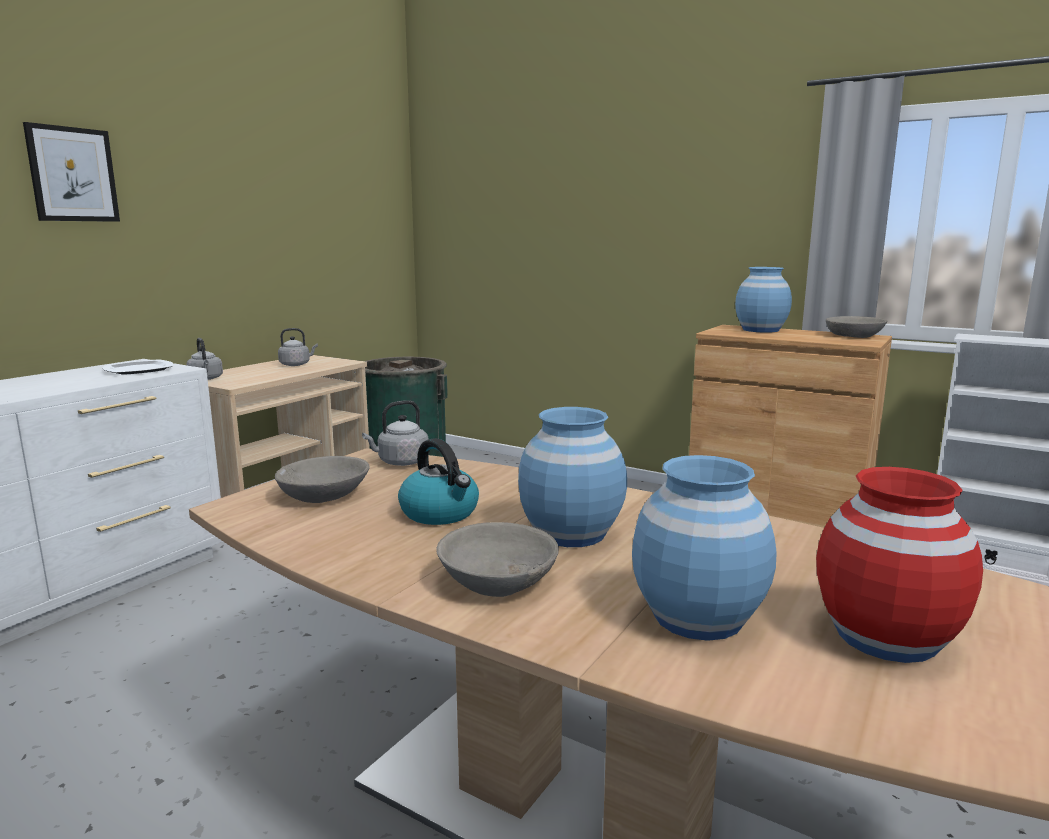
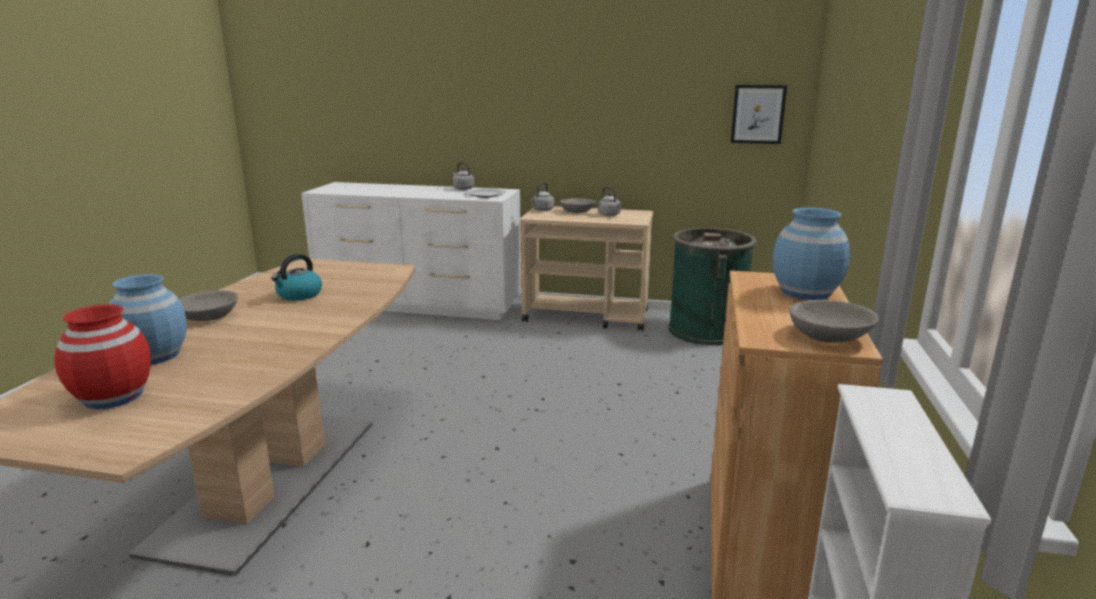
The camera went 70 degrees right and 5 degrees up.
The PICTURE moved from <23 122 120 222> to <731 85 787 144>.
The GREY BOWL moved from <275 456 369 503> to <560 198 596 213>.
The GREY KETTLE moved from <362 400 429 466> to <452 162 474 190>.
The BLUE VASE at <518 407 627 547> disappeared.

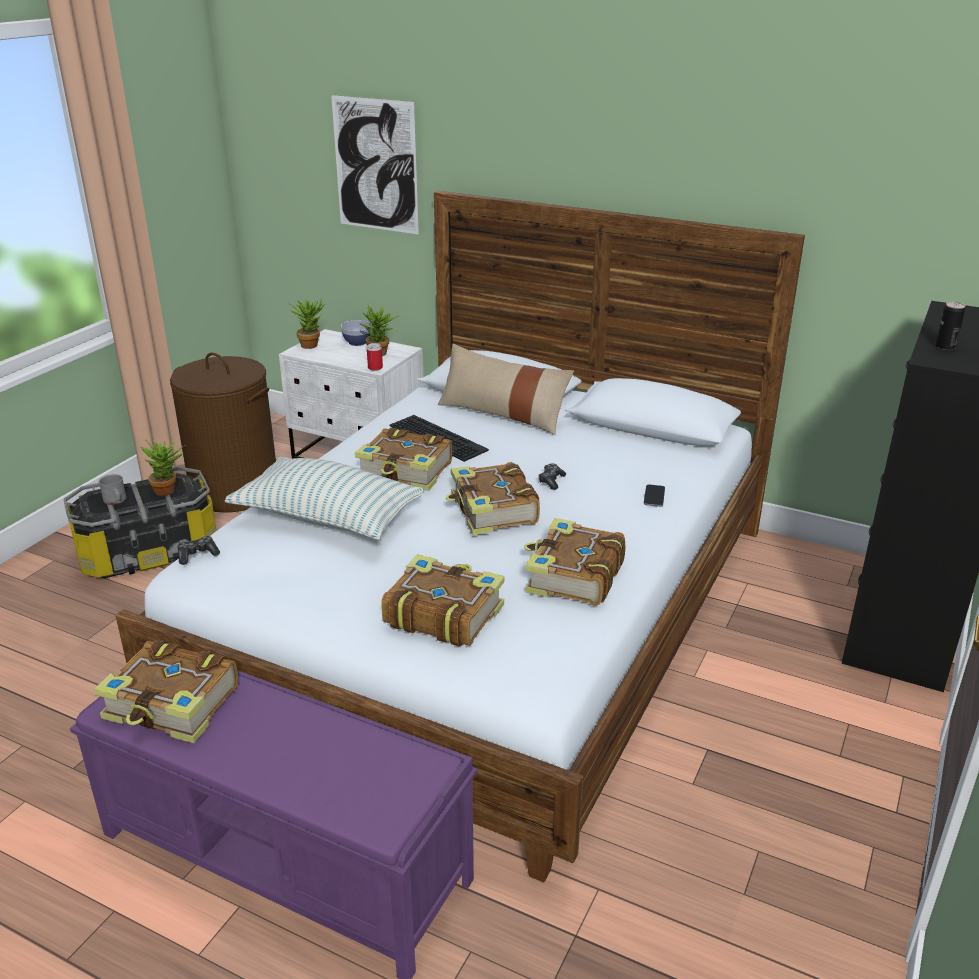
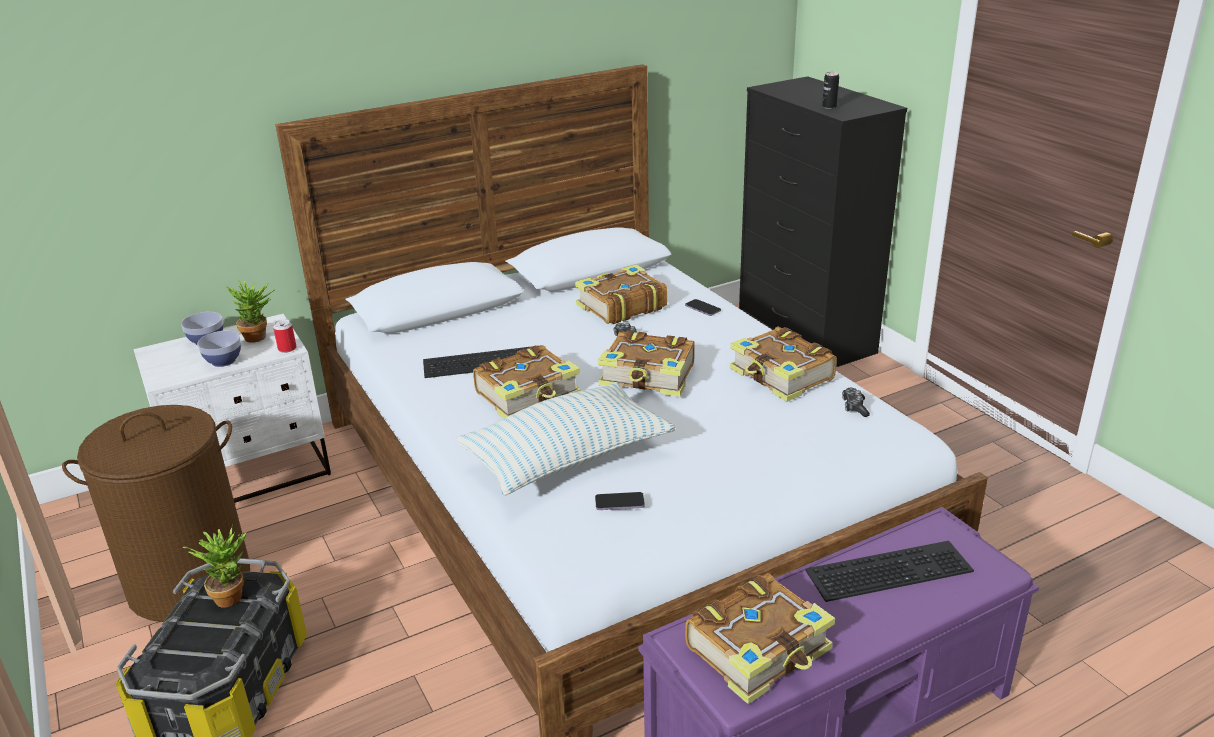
The camera went 55 degrees left and 0 degrees up.
The GREY MUG at <99 474 126 505> disappeared.
The GAME CONTROLLER moved from <178 536 220 565> to <842 388 870 417>.
The POTTED PLANT at <288 299 324 349> disappeared.
The PICTURE at <331 95 419 235> disappeared.
The BOOK moved from <381 554 505 646> to <575 264 668 324>.
The BEIGE PILLOW at <438 344 574 435> disappeared.
The BOWL at <197 331 241 367> appeared.
The PHONE at <595 492 645 510> appeared.
The KEYBOARD at <805 541 974 602> appeared.

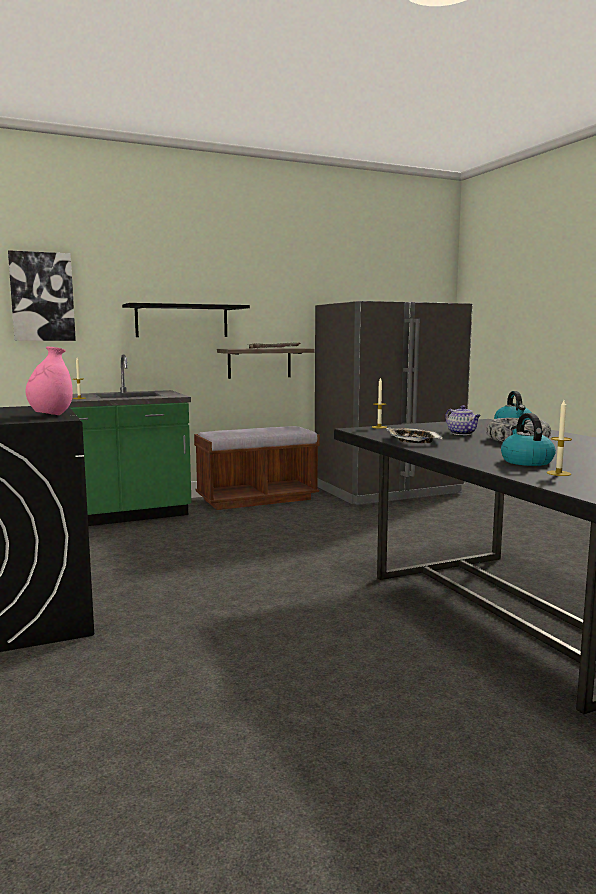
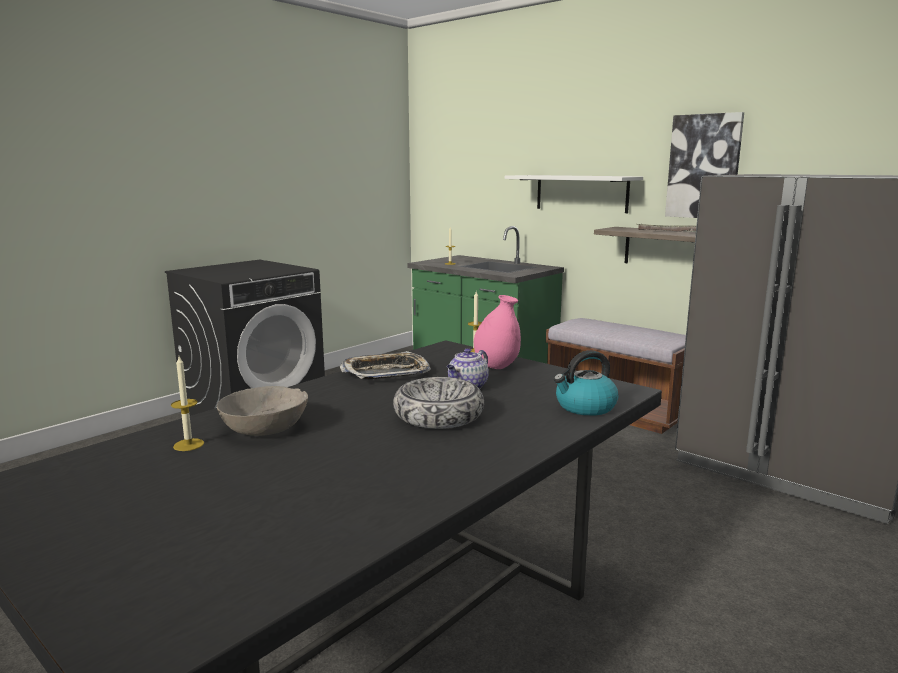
The camera went 65 degrees right and 5 degrees up.
The PICTURE moved from <8 250 76 341> to <665 112 744 218>.
The PINK VASE moved from <25 346 73 415> to <474 295 521 369>.
The BLACK SHELF at <122 303 250 337> became the WHITE SHELF at <505 175 643 213>.
The KETTLE at <501 413 556 466> was replaced by the GREY BOWL at <217 386 308 436>.

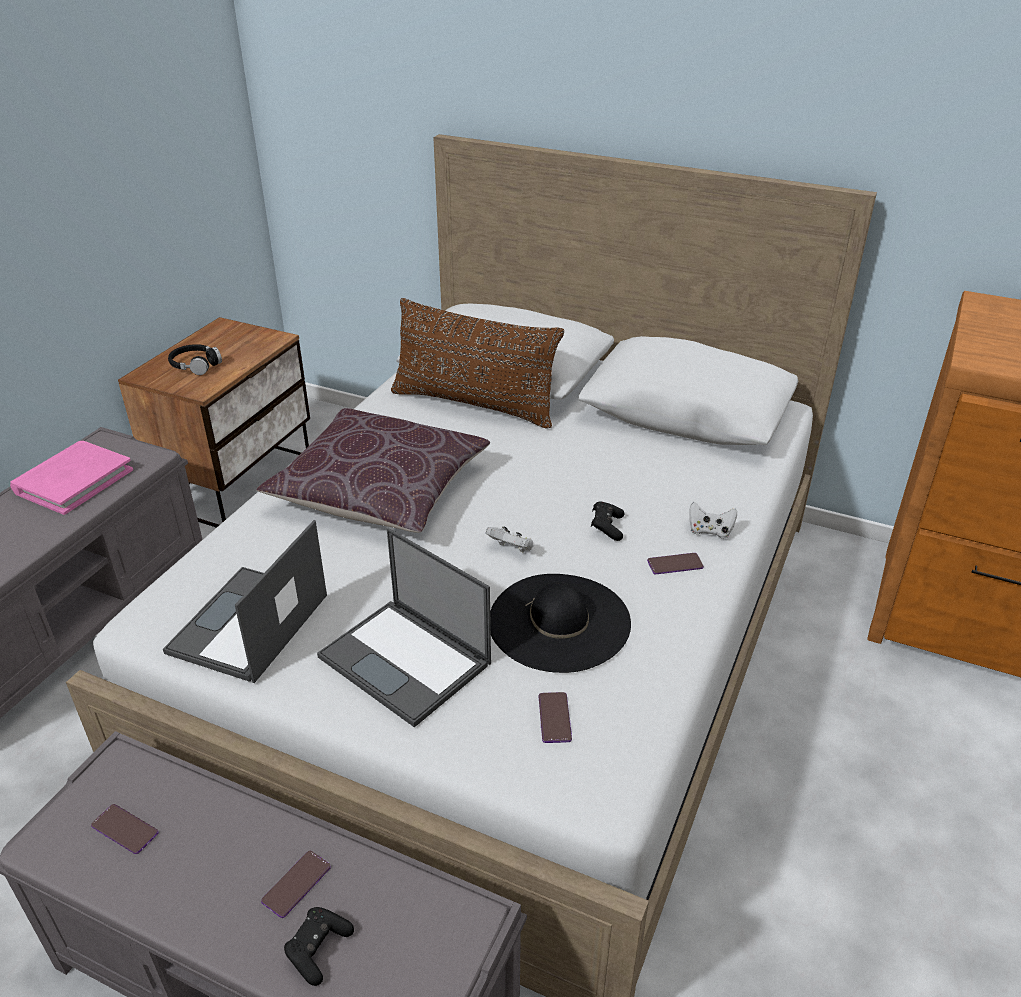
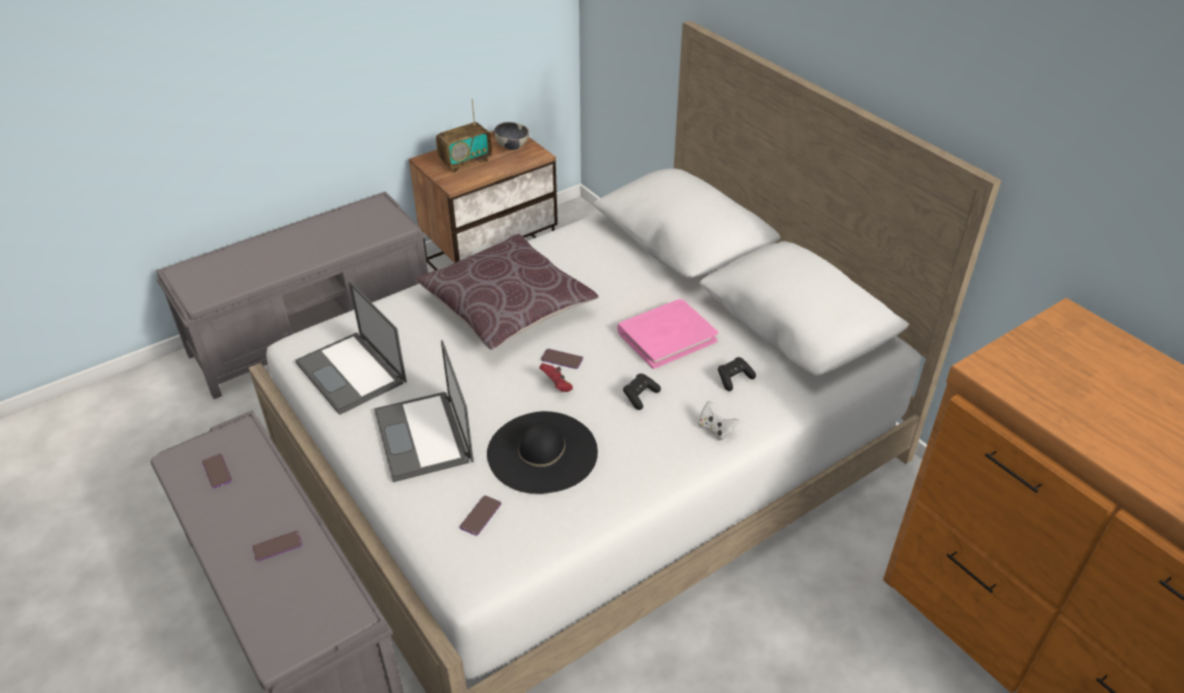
The camera went 30 degrees right and 5 degrees up.
The PINK BOOK moved from <10 441 133 515> to <617 299 718 369>.
The LAPTOP at <163 520 327 683> turned 90 degrees counterclockwise.
The BLACK HEADPHONES at <168 344 222 375> was replaced by the RADIO at <436 99 492 173>.
The BLACK GAME CONTROLLER moved from <284 907 354 986> to <718 357 756 391>.
The BROWN PILLOW at <391 298 564 429> disappeared.
The WHITE GAME CONTROLLER at <486 526 533 553> became the RED GAME CONTROLLER at <539 363 573 392>.
The PHONE moved from <647 553 704 574> to <541 349 583 369>.
The BOWL at <494 122 529 150> appeared.

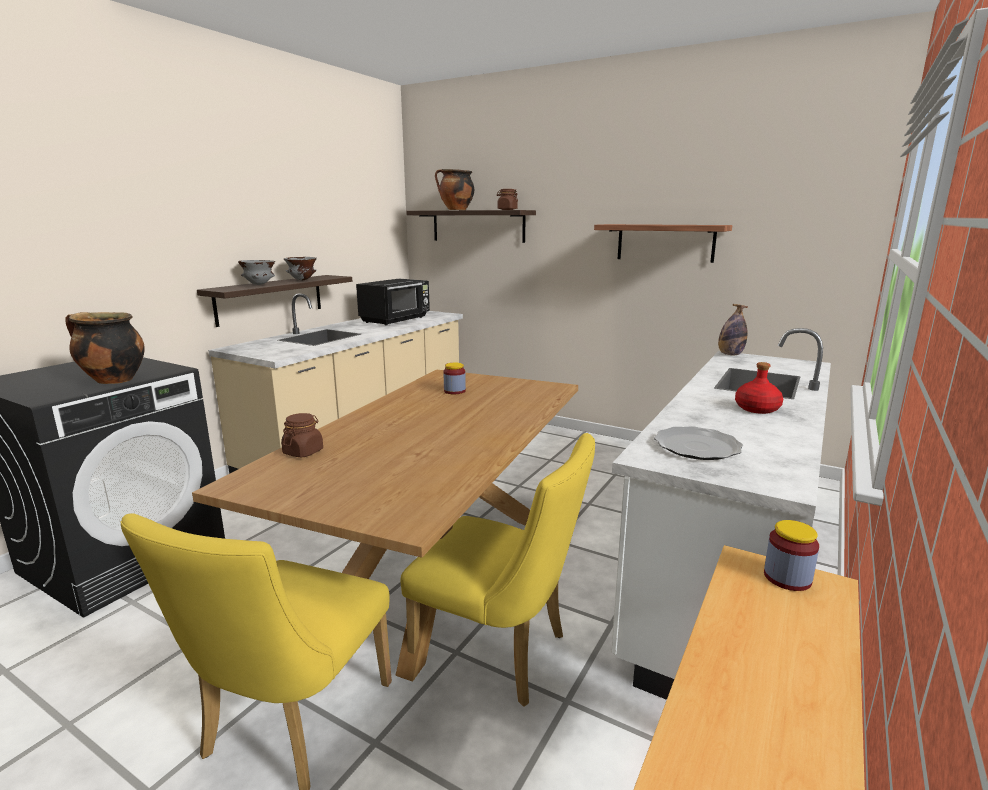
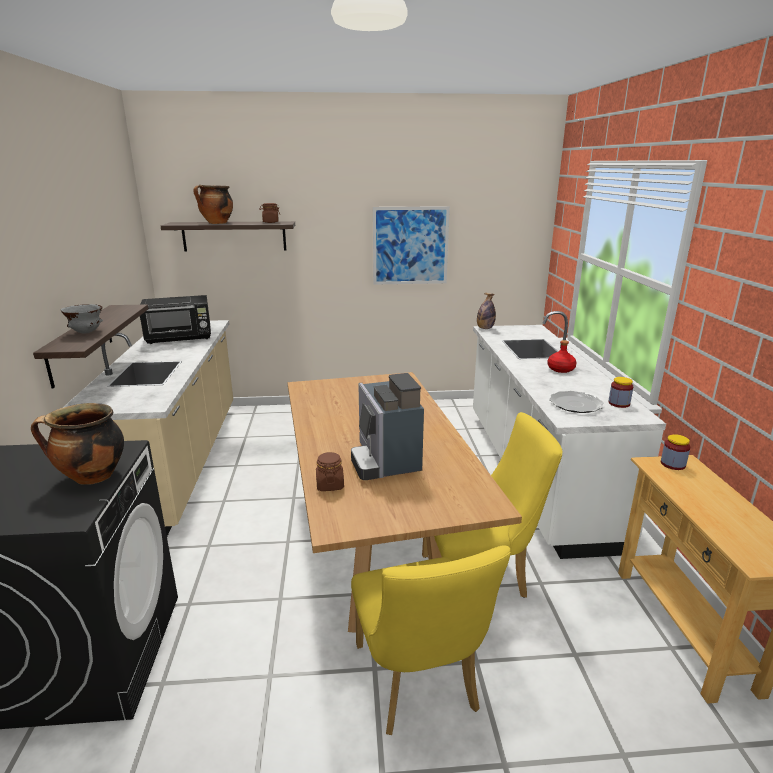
The camera went 35 degrees left and 5 degrees up.
The GREY BOWL at <284 257 317 280> disappeared.
The BLACK MICROWAVE at <356 279 430 325> turned 75 degrees clockwise.
The JAR moved from <443 363 466 394> to <608 377 633 408>.
The SHELF at <594 224 732 263> was replaced by the PICTURE at <373 206 450 285>.
The COFFEE MACHINE at <351 373 424 480> appeared.

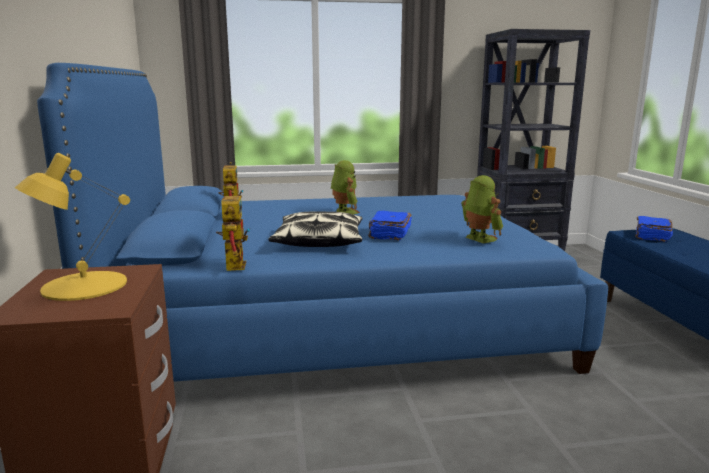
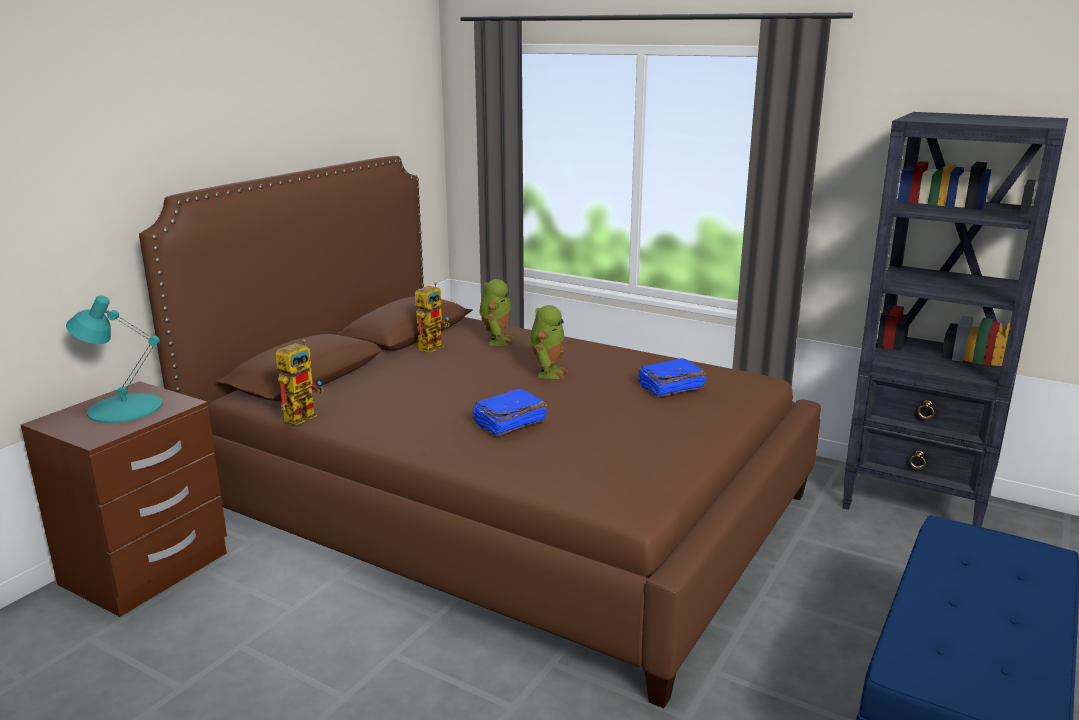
The camera went 40 degrees right and 5 degrees up.
The YELLOW TABLE LAMP at <15 153 130 301> became the TURQUOISE TABLE LAMP at <66 295 162 423>.
The BLUE BED at <37 63 608 382> became the BROWN BED at <139 156 821 708>.
The PILLOW at <268 212 363 247> disappeared.
The TOY ROBOT moved from <461 175 503 243> to <479 279 515 346>.
The BLUE BOOK moved from <636 216 673 242> to <638 358 706 398>.

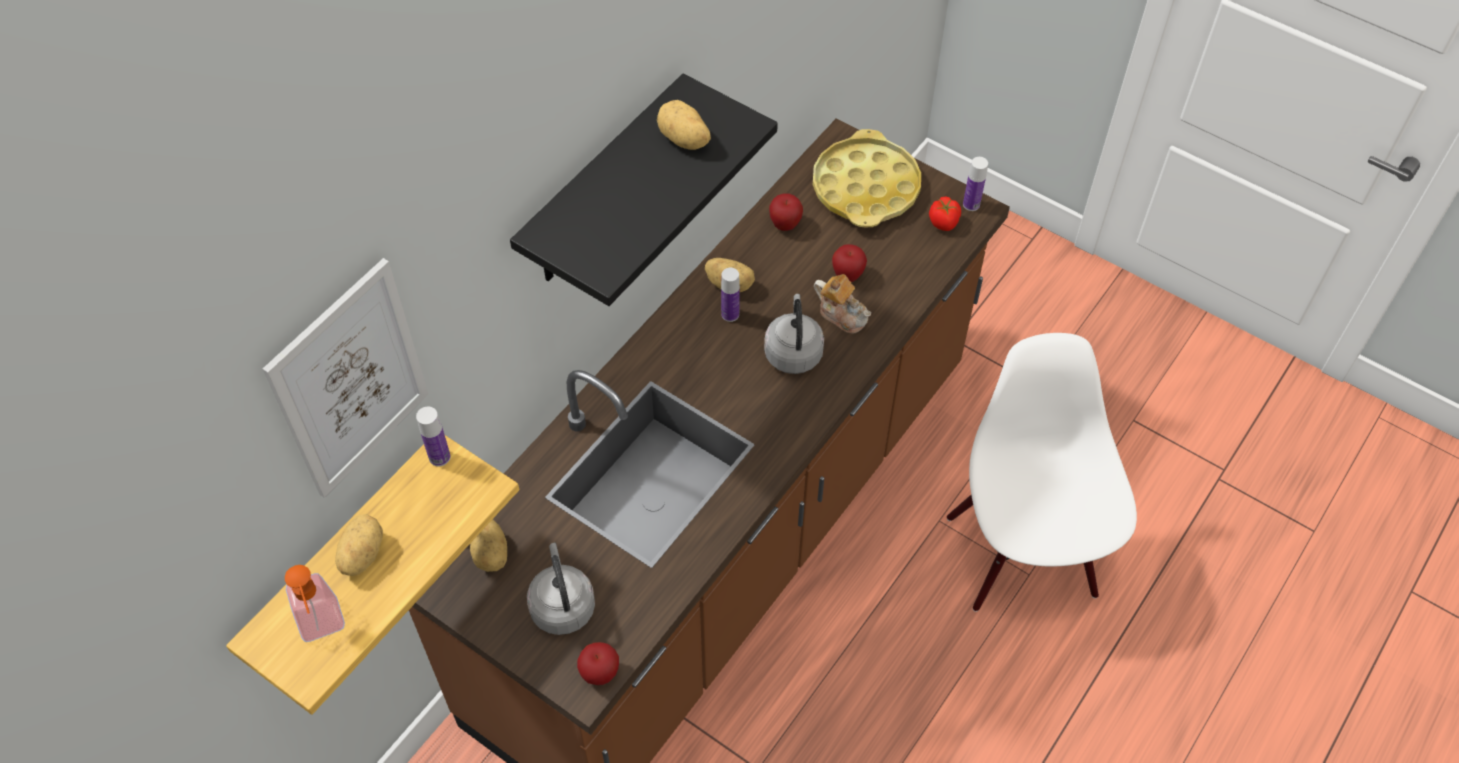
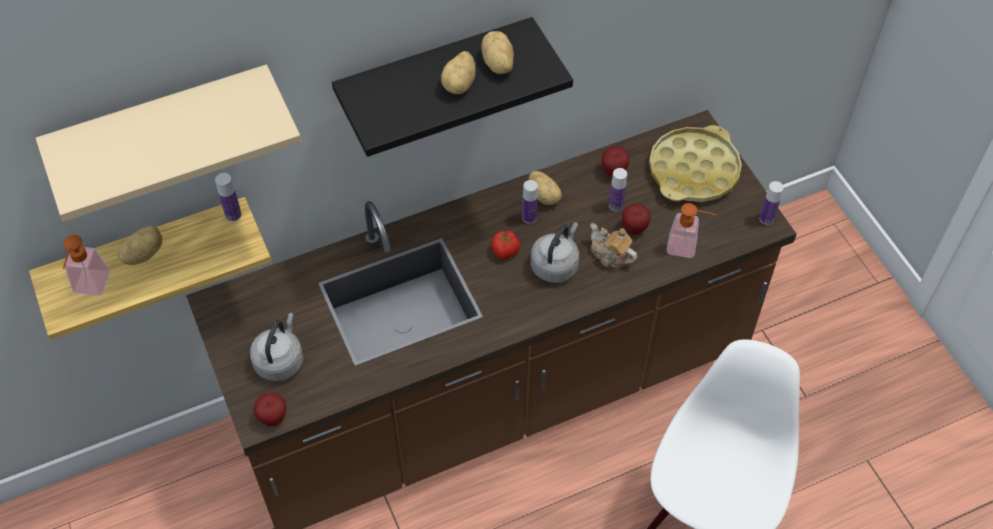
The camera went 30 degrees right and 0 degrees up.
The PICTURE at <263 258 428 498> was replaced by the BEIGE SHELF at <36 65 301 222>.
The POTATO moved from <470 519 507 572> to <441 51 476 94>.
The TEAPOT at <814 274 871 333> turned 150 degrees clockwise.
The TOMATO moved from <929 196 961 231> to <491 230 521 260>.
The BOTTLE at <609 168 627 212> appeared.
The SOAP DISPENSER at <667 203 717 258> appeared.

